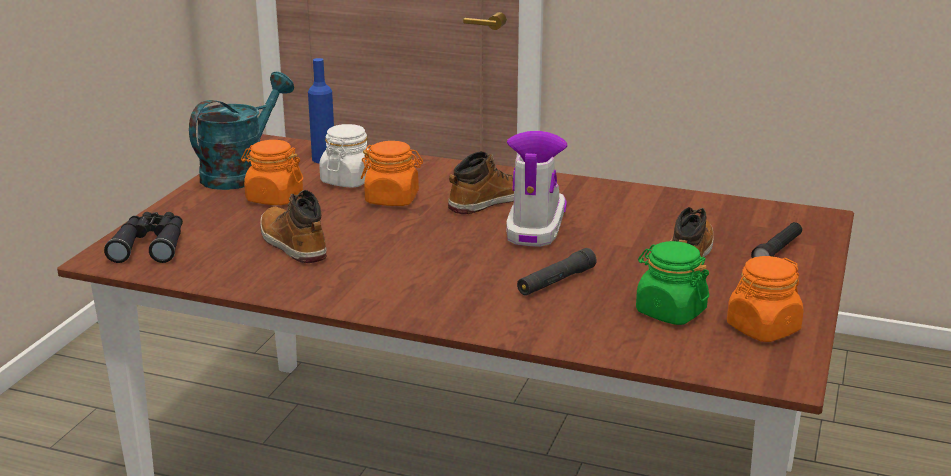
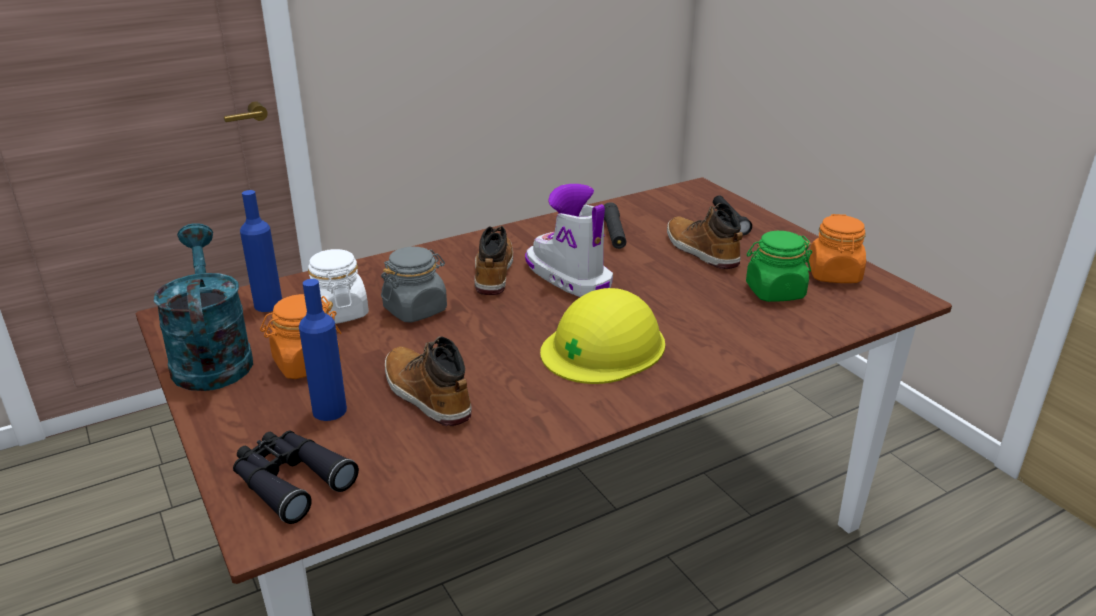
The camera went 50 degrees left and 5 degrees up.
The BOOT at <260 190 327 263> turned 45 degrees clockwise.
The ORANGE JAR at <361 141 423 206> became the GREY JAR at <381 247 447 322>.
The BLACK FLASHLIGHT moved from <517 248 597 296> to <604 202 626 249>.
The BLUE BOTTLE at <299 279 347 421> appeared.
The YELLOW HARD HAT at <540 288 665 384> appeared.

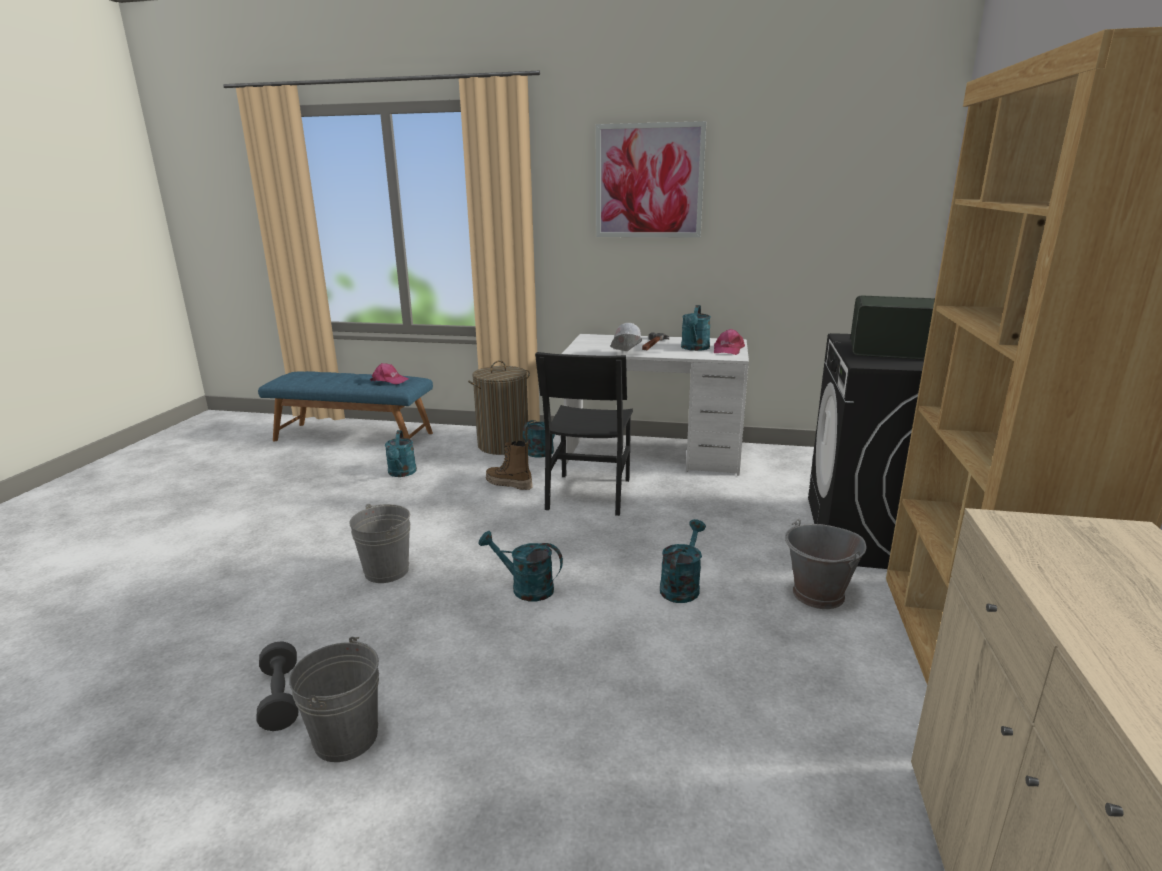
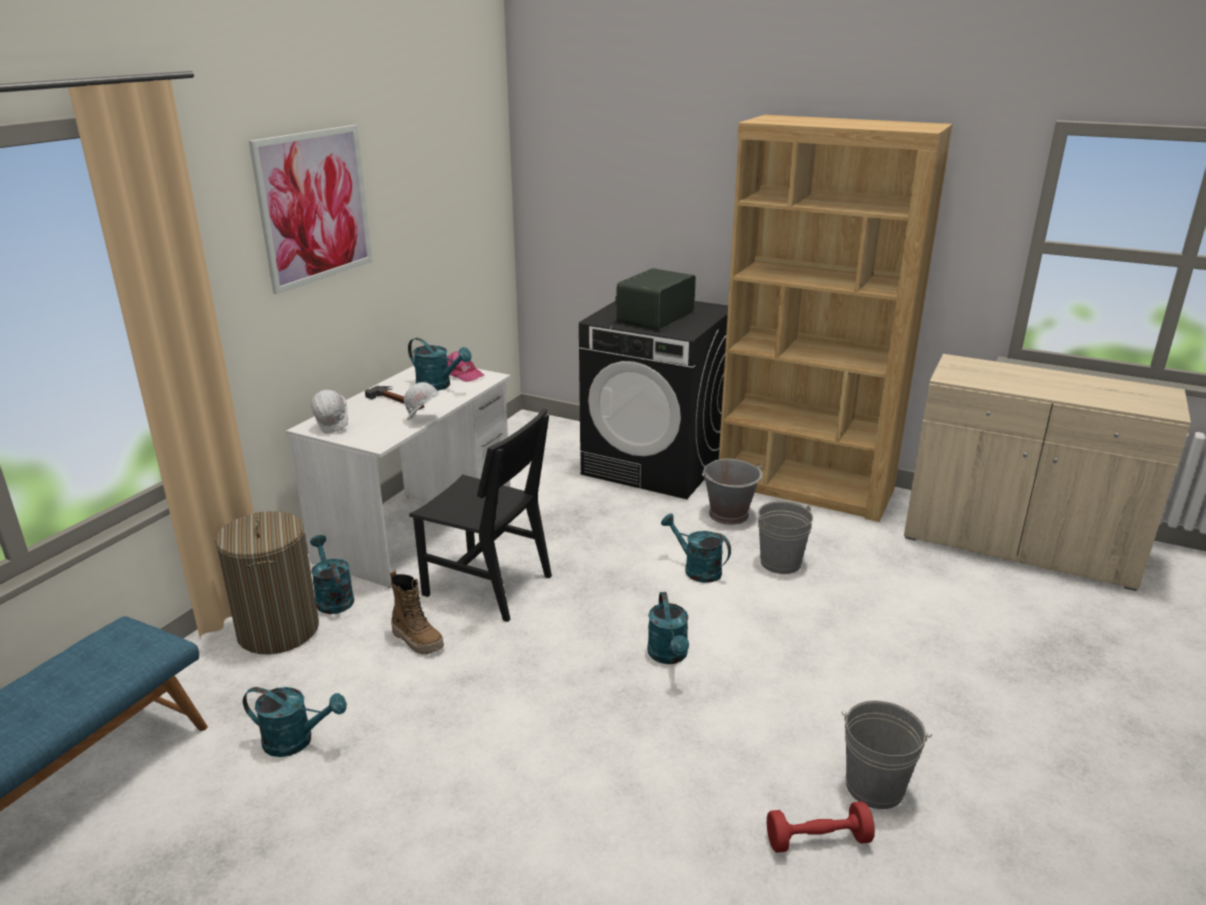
The camera went 75 degrees left and 5 degrees up.
The GREY DUMBBELL at <256 641 299 731> became the RED DUMBBELL at <767 801 875 853>.
The GREY BUCKET moved from <349 504 410 583> to <757 501 813 574>.
The PINK CAP at <370 363 409 385> disappeared.
The TURQUOISE WATERING CAN at <479 531 563 601> turned 45 degrees counterclockwise.
The BOOT at <486 440 532 490> turned 90 degrees counterclockwise.
The WHITE HARD HAT at <311 390 348 434> appeared.

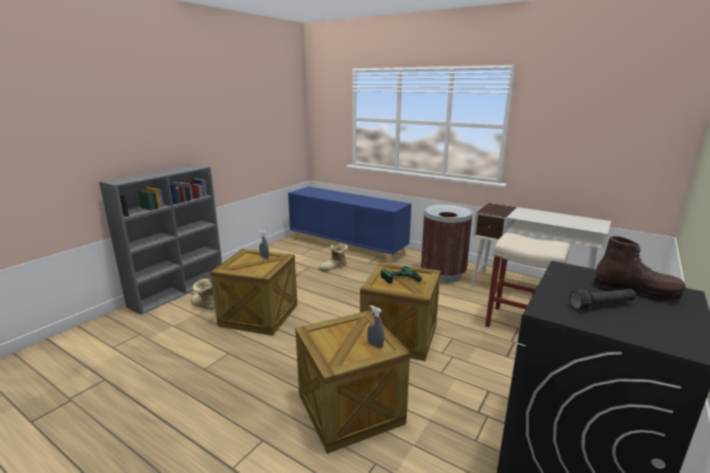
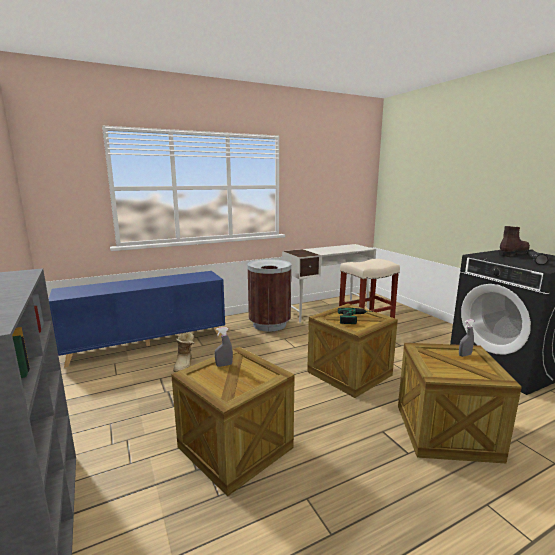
The camera went 60 degrees left and 5 degrees down.
The BOOT at <191 279 215 309> disappeared.

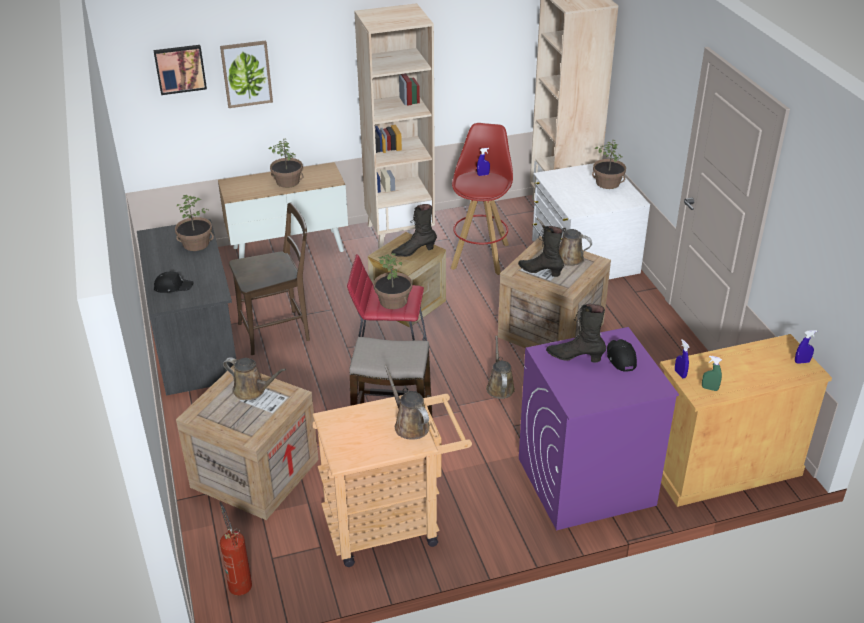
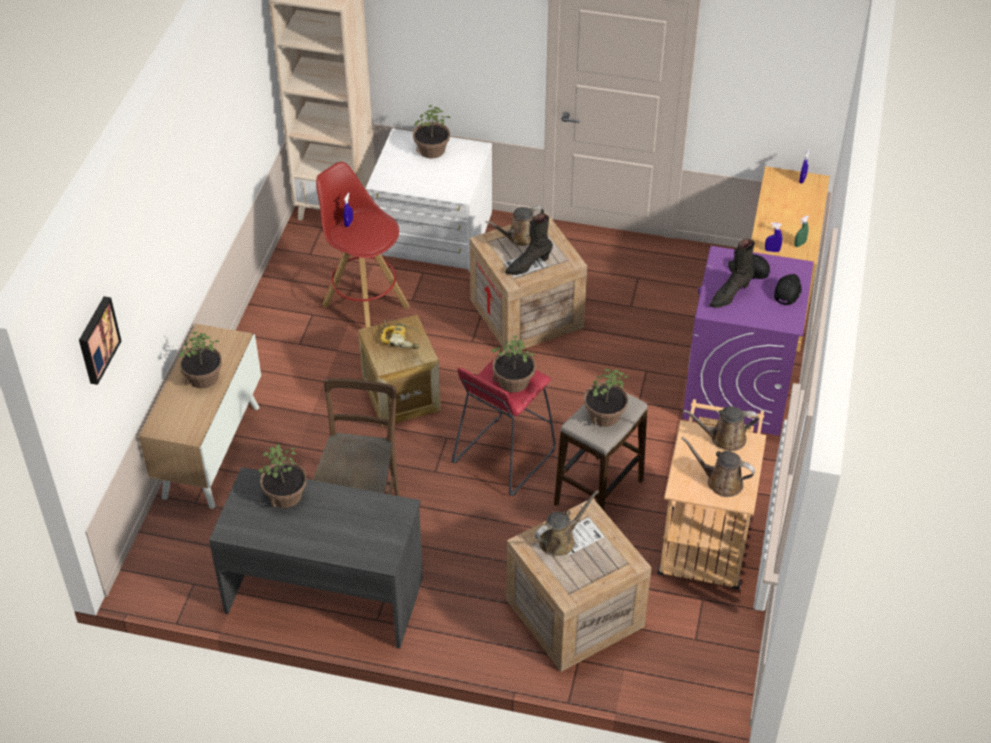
The camera went 60 degrees left and 10 degrees up.
The BLACK CAP moved from <154 271 194 293> to <774 274 802 305>.
The PICTURE at <220 40 273 108> disappeared.
The FIRE EXTINGUISHER at <220 502 252 596> disappeared.
The BEIGE BOOKCASE at <354 3 435 248> disappeared.
The BLACK BOOT at <391 204 437 257> was replaced by the POWER DRILL at <380 319 420 349>.
The BROWN WATERING CAN moved from <486 336 515 399> to <682 437 755 497>.
The POTTED PLANT at <584 369 628 427> appeared.

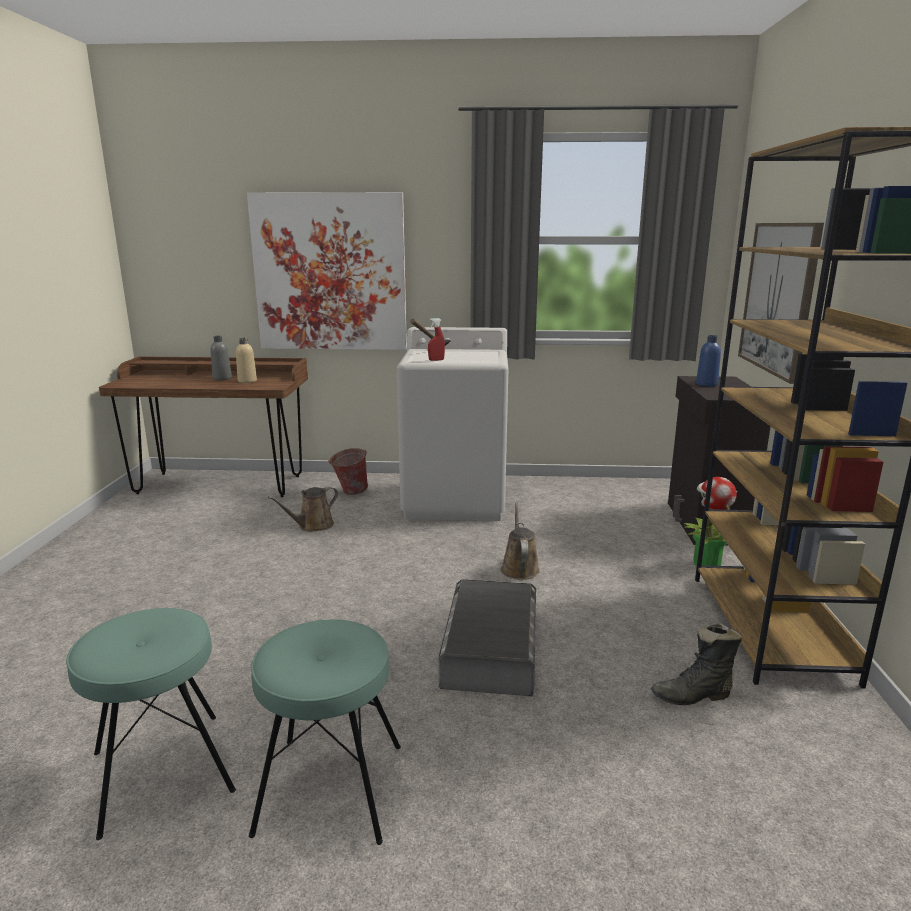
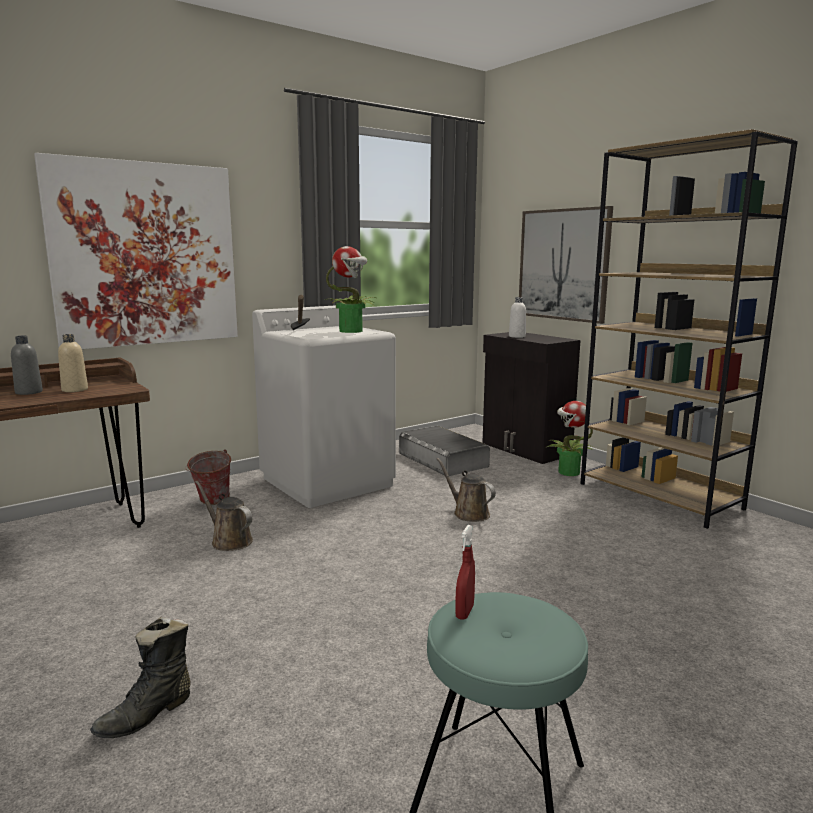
The camera went 40 degrees left and 5 degrees down.
The TURQUOISE STOOL at <249 619 401 845> disappeared.
The BROWN WATERING CAN at <268 487 338 532> turned 120 degrees clockwise.
The RED SPRAY BOTTLE moved from <428 318 445 361> to <455 525 475 620>.
The GREY STORAGE BOX moved from <438 579 536 696> to <399 426 490 476>.
The BLACK BOOT moved from <651 623 742 705> to <90 617 191 738>.
The BLUE BOTTLE at <696 335 721 386> became the WHITE BOTTLE at <509 297 526 338>.
The POTTED PLANT at <325 246 375 333> appeared.

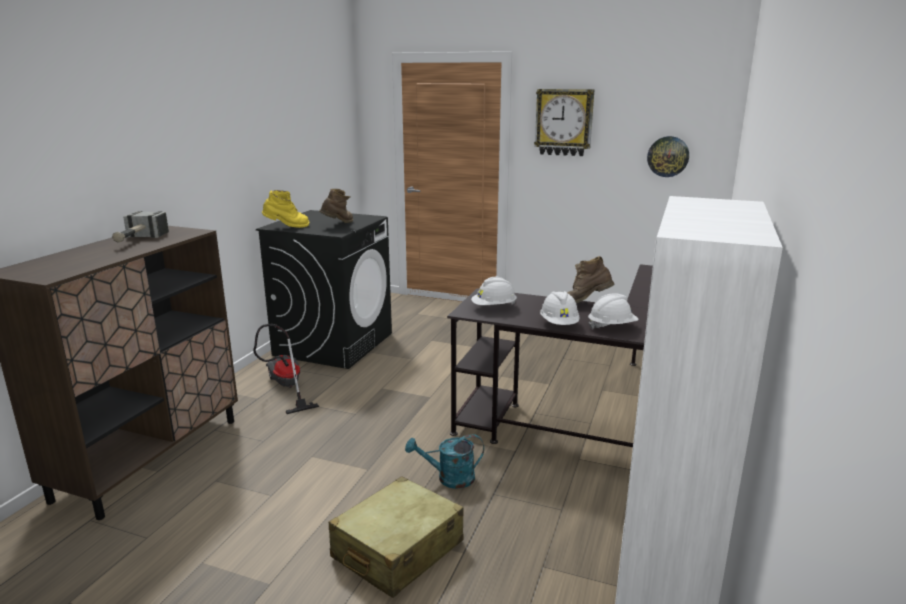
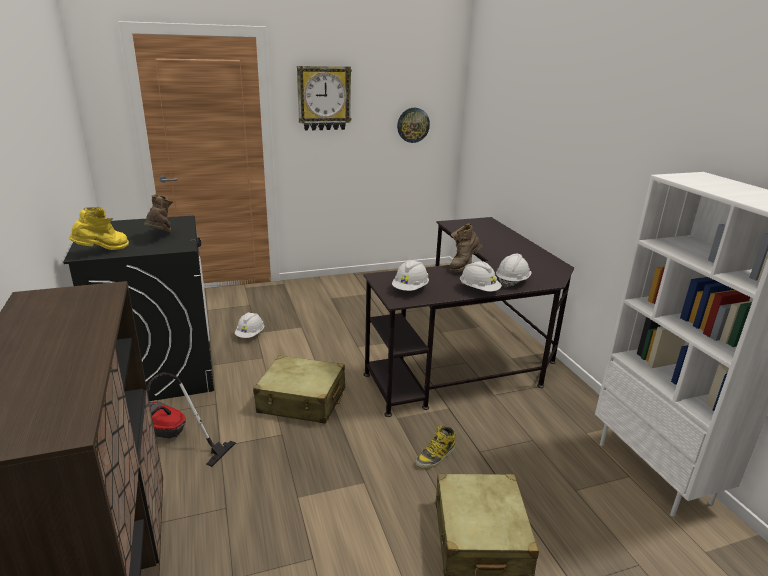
The camera went 40 degrees left and 5 degrees up.
The HAMMER at <112 211 169 243> disappeared.
The TURQUOISE WATERING CAN at <405 434 484 489> was replaced by the BOOT at <415 425 455 469>.
The WHITE HARD HAT at <235 312 264 338> appeared.
The BEIGE SUITCASE at <253 356 345 424> appeared.

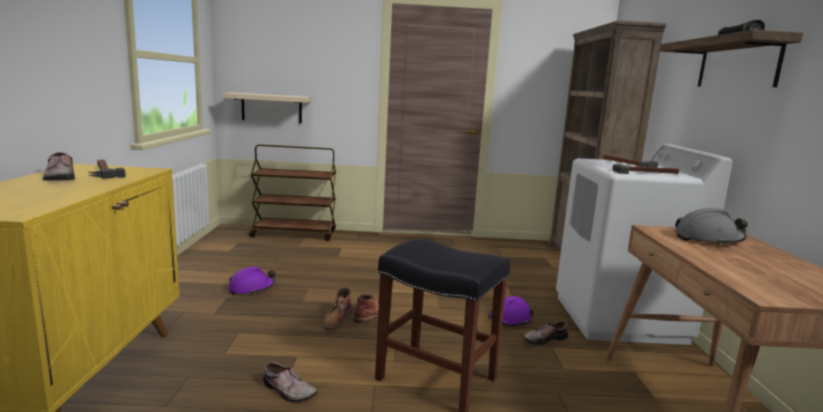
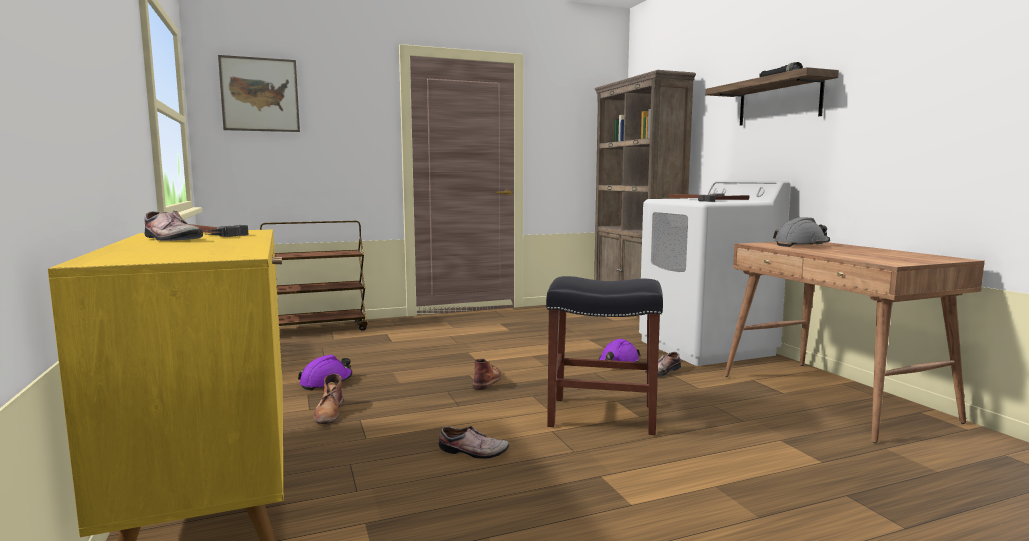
The camera went 20 degrees left and 5 degrees down.
The BEIGE SHELF at <221 92 312 123> disappeared.
The BROWN BOOT moved from <322 288 352 330> to <313 374 344 424>.
The PICTURE at <218 55 300 132> appeared.

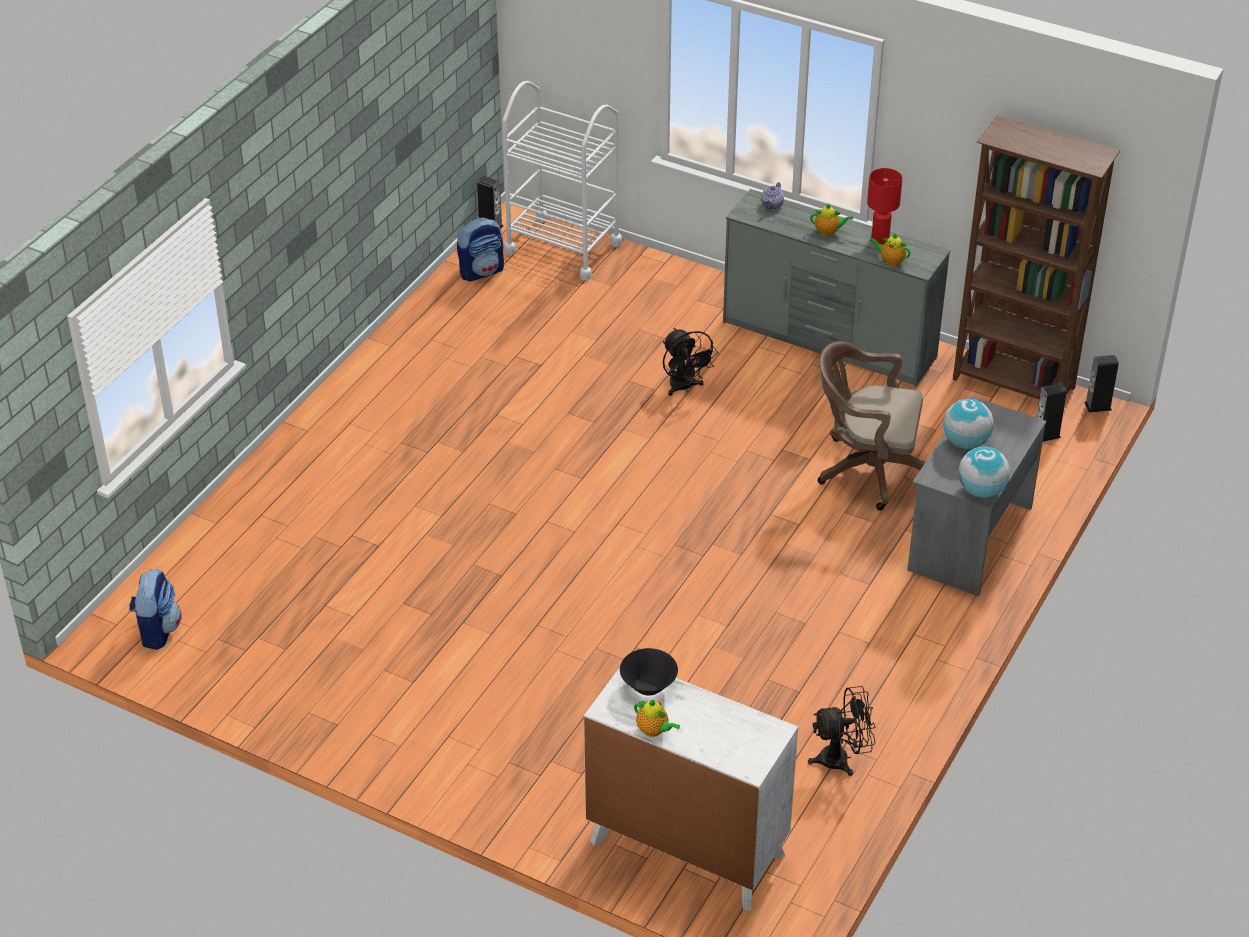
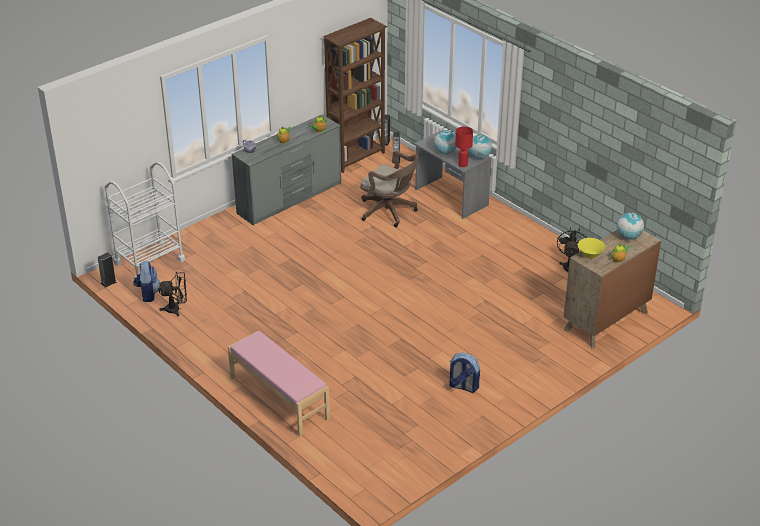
The camera went 70 degrees left and 5 degrees down.
The BACKPACK moved from <129 569 182 650> to <449 353 480 393>.
The WHITE DRESSER at <584 667 798 911> became the BROWN DRESSER at <563 230 661 349>.
The BLACK BOWL at <620 648 678 695> became the YELLOW BOWL at <578 238 605 259>.
The BLACK FAN moved from <663 328 718 396> to <158 272 187 316>.
The BROWN OFFICE CHAIR at <818 341 925 511> turned 90 degrees counterclockwise.
The RED TABLE LAMP moved from <867 168 903 244> to <455 126 473 167>.
The PINK BENCH at <228 331 330 436> appeared.
The GLOBE at <617 212 644 240> appeared.

